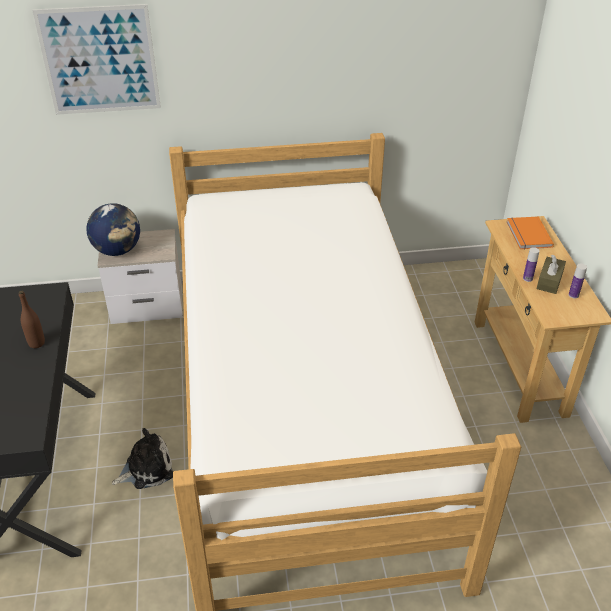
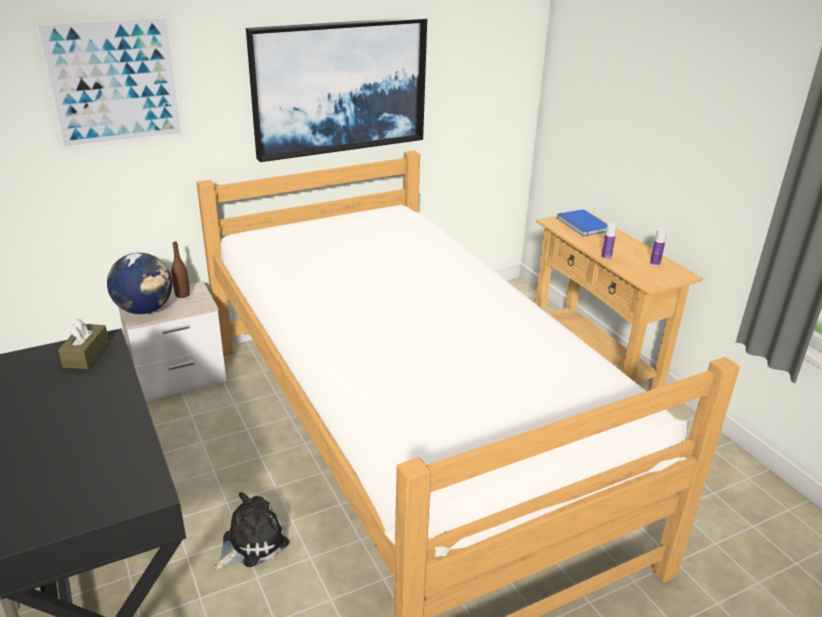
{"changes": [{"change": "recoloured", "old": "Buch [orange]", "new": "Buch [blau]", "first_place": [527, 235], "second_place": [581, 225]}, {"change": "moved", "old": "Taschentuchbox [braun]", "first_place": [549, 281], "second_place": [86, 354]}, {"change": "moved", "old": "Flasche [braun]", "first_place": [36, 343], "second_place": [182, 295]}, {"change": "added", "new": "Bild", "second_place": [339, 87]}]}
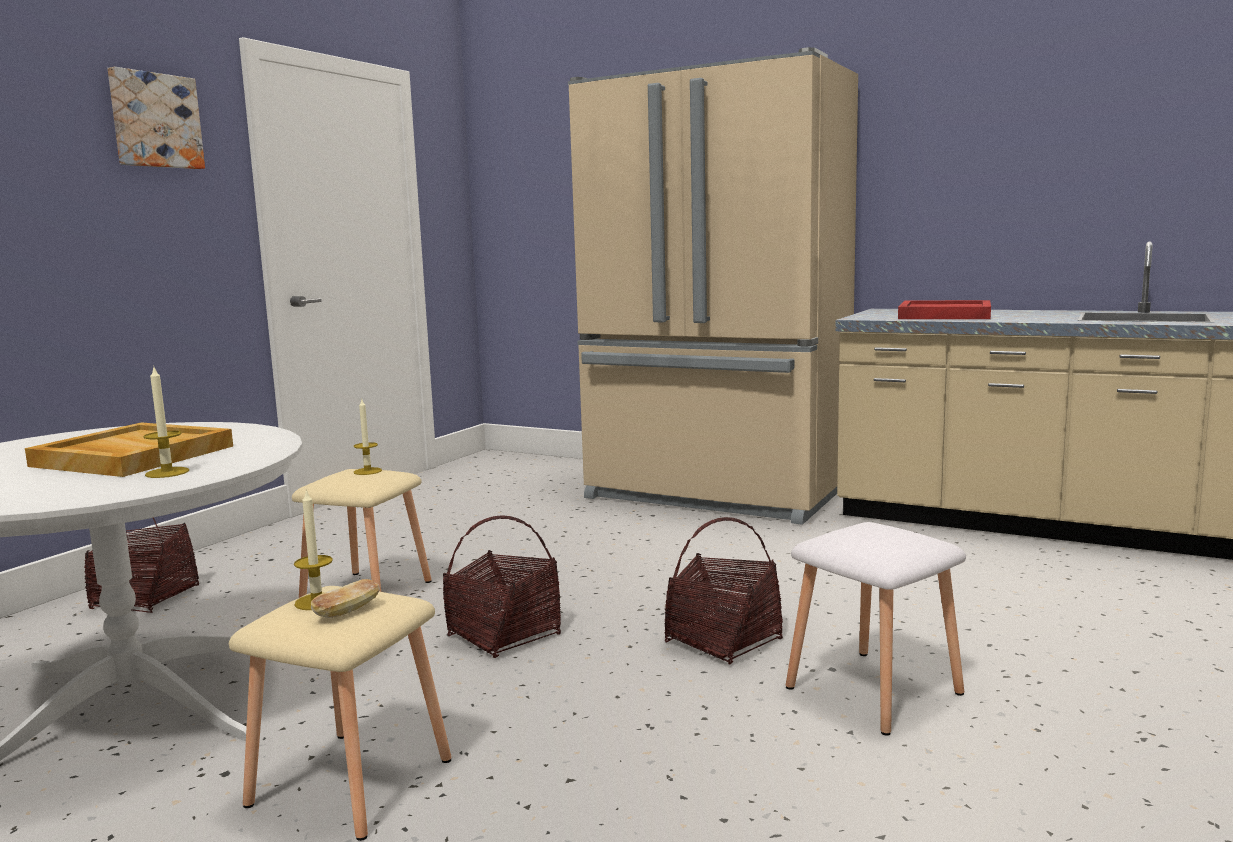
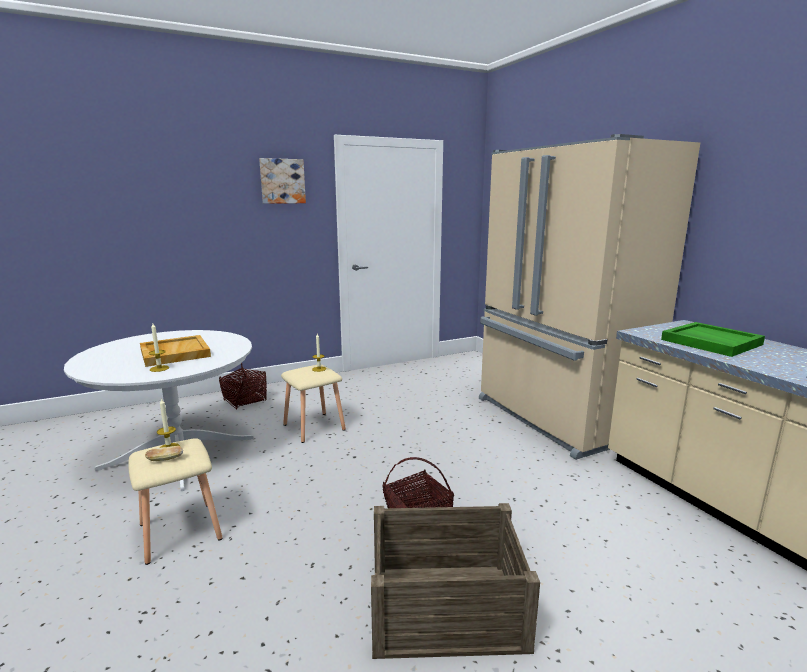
{"changes": [{"change": "recoloured", "old": "Tablett [rot]", "new": "Tablett [grün]", "first_place": [943, 315], "second_place": [710, 342]}, {"change": "removed", "old": "Korb", "first_place": [505, 636]}, {"change": "replaced", "old": "Hocker [weiß]", "new": "Kiste", "first_place": [876, 691], "second_place": [447, 607]}]}
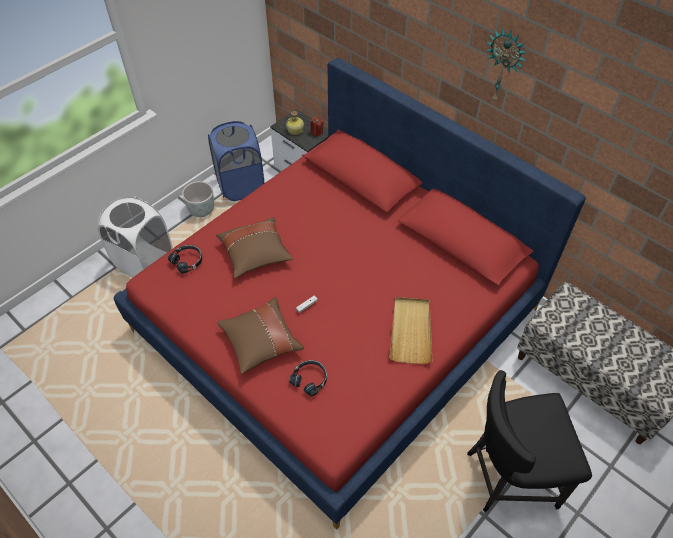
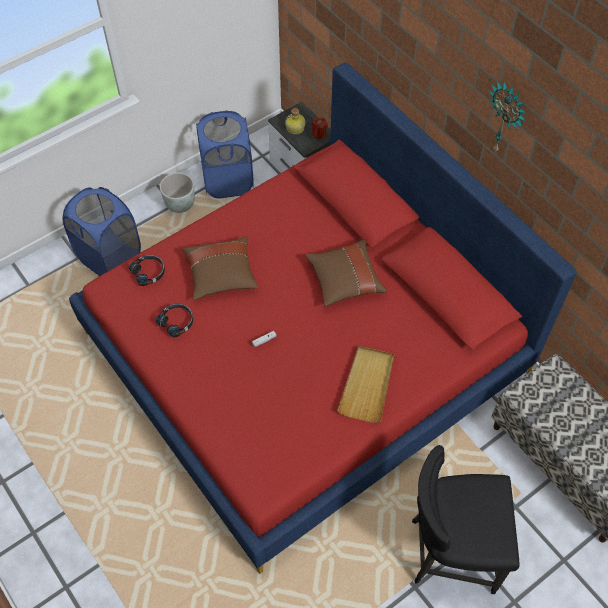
{"changes": [{"change": "recoloured", "old": "Wäschekorb [weiß]", "new": "Wäschekorb [blau]", "first_place": [145, 263], "second_place": [110, 257]}, {"change": "moved", "old": "Kissen [braun]", "first_place": [261, 342], "second_place": [345, 280]}, {"change": "moved", "old": "Kopfhörer [schwarz]", "first_place": [310, 379], "second_place": [177, 321]}]}
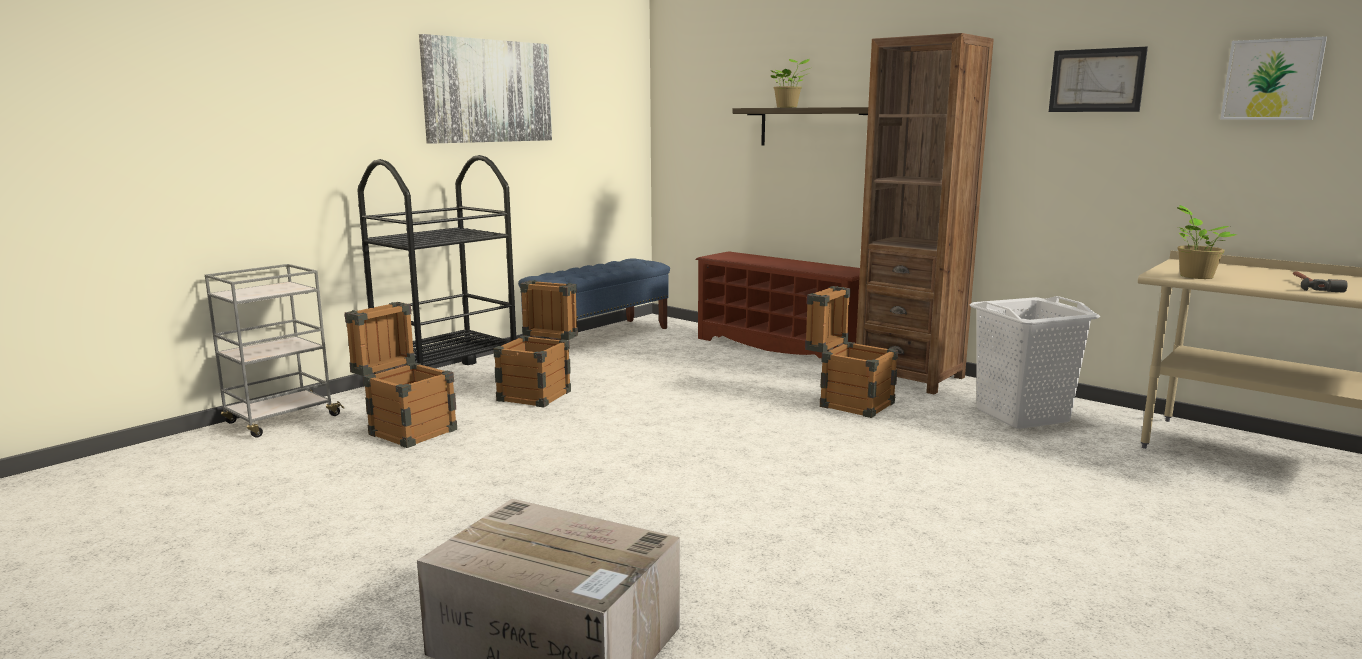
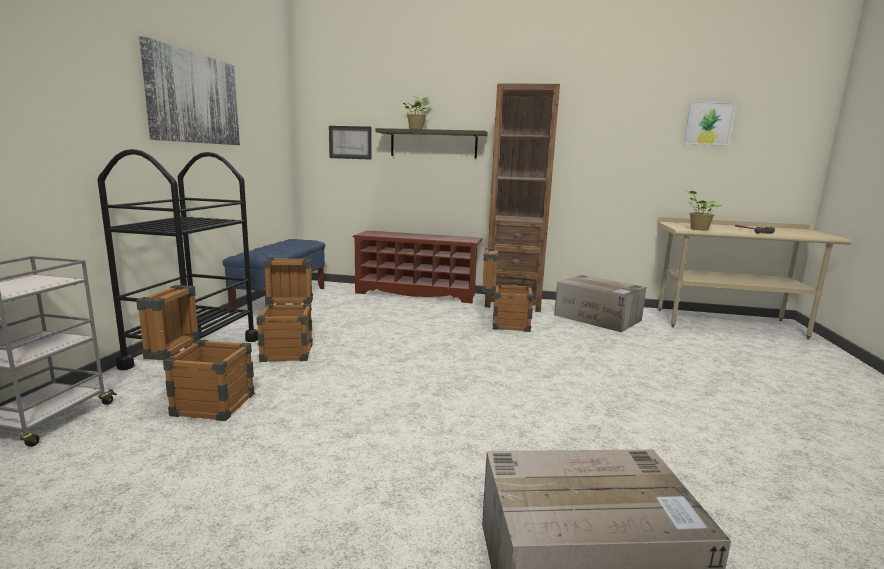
{"changes": [{"change": "moved", "old": "Bild", "first_place": [1096, 80], "second_place": [350, 142]}, {"change": "replaced", "old": "Wäschekorb [weiß]", "new": "Karton", "first_place": [1022, 416], "second_place": [598, 318]}]}
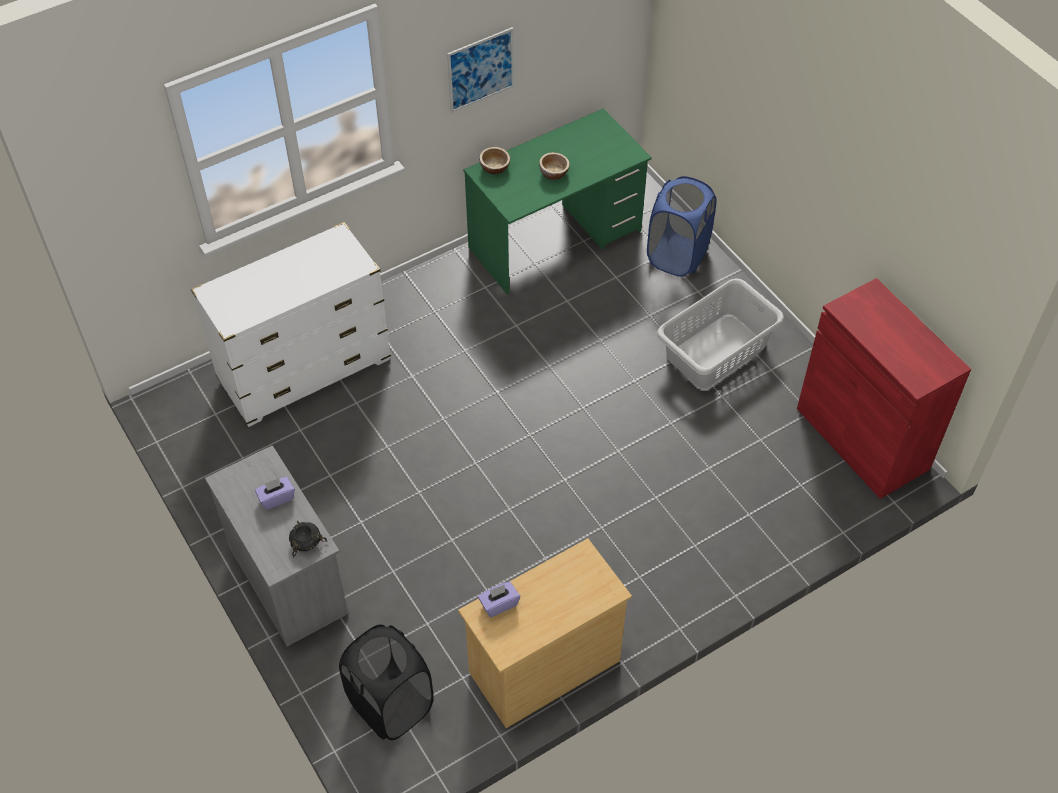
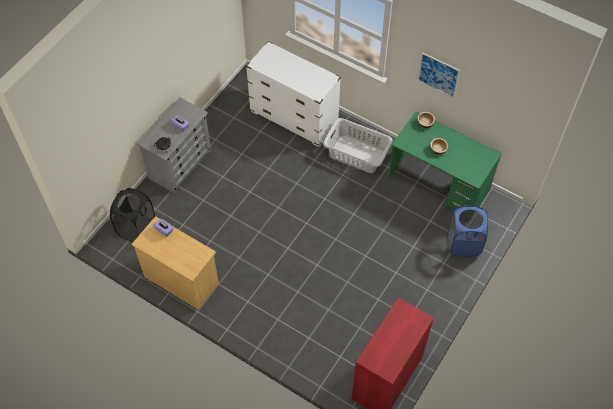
{"changes": [{"change": "moved", "old": "Wäschekorb [grau]", "first_place": [717, 351], "second_place": [357, 155]}]}
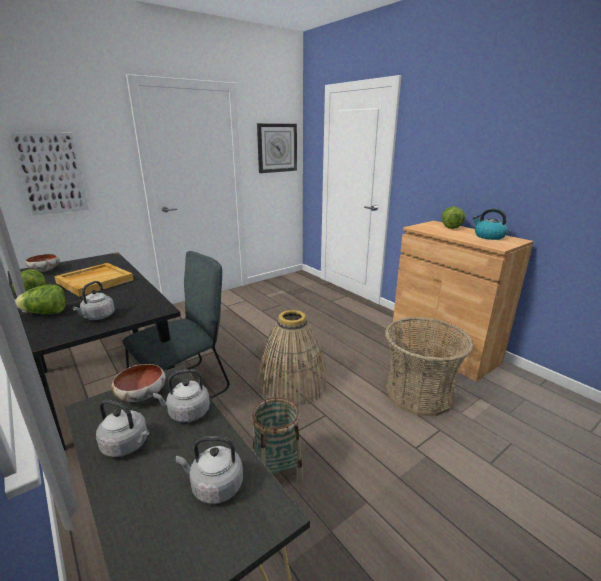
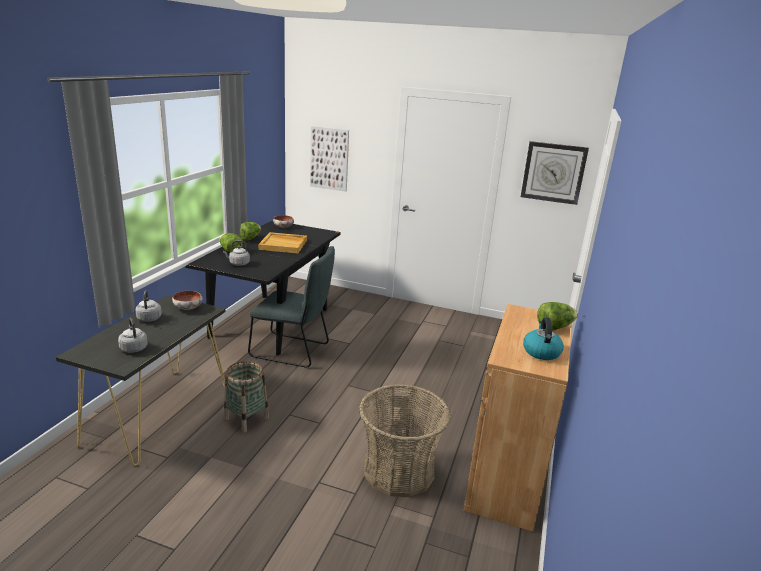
{"changes": [{"change": "removed", "old": "Korb", "first_place": [292, 382]}, {"change": "removed", "old": "Wasserkessel [grau]", "first_place": [187, 413]}]}
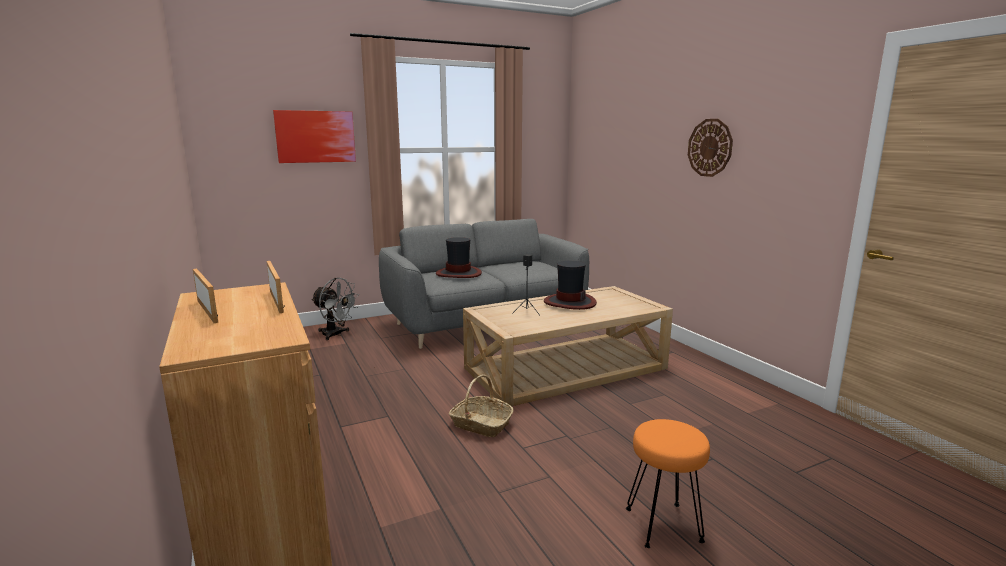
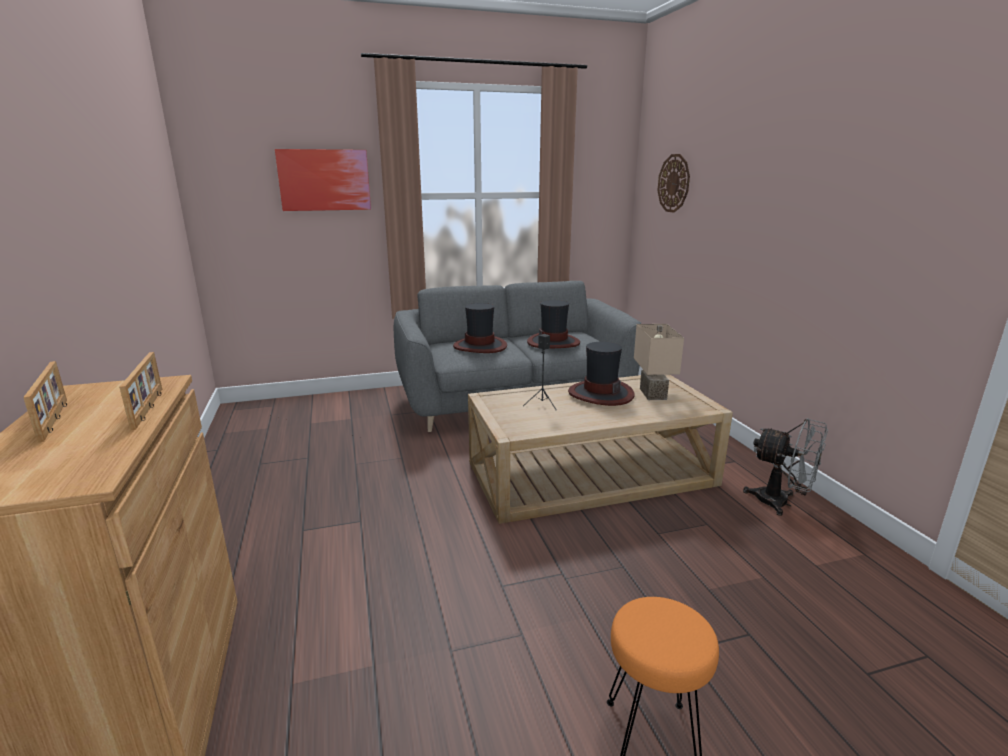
{"changes": [{"change": "moved", "old": "Wanduhr", "first_place": [710, 147], "second_place": [674, 183]}, {"change": "moved", "old": "Ventilator [grau]", "first_place": [336, 334], "second_place": [781, 503]}, {"change": "removed", "old": "Korb", "first_place": [481, 424]}, {"change": "added", "new": "Hut", "second_place": [553, 342]}, {"change": "added", "new": "Tischlampe [beige]", "second_place": [651, 394]}]}
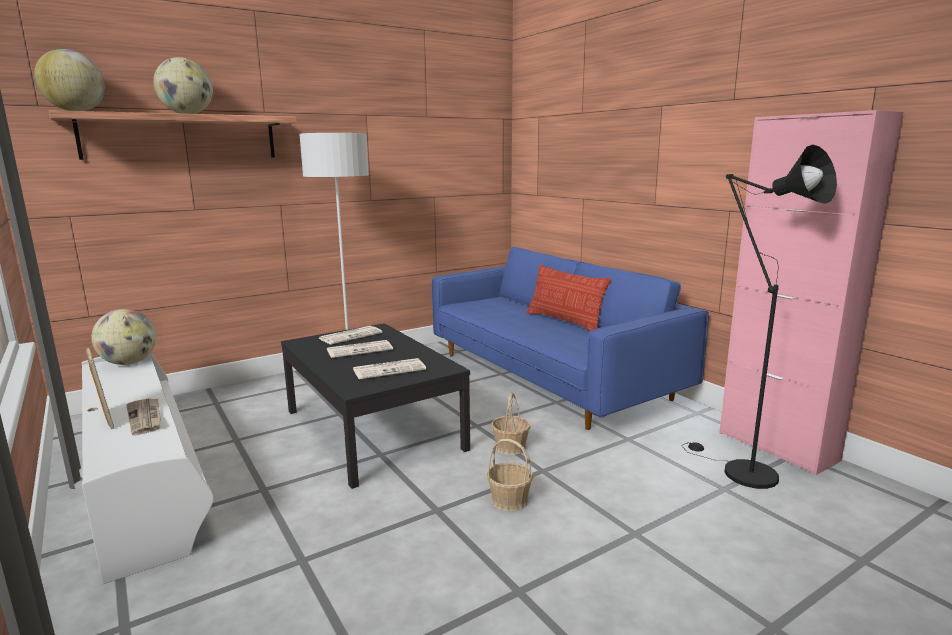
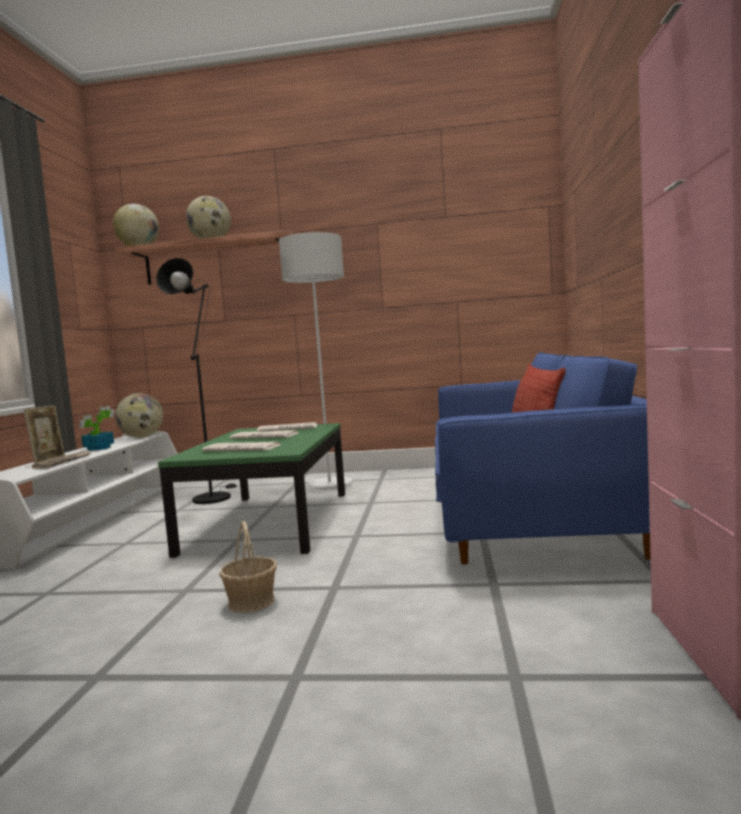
{"changes": [{"change": "moved", "old": "Stehlampe [schwarz]", "first_place": [740, 471], "second_place": [213, 497]}, {"change": "recoloured", "old": "Couchtisch [schwarz]", "new": "Couchtisch [grün]", "first_place": [373, 429], "second_place": [271, 521]}, {"change": "removed", "old": "Korb", "first_place": [510, 447]}, {"change": "added", "new": "Topfpflanze", "second_place": [98, 448]}]}
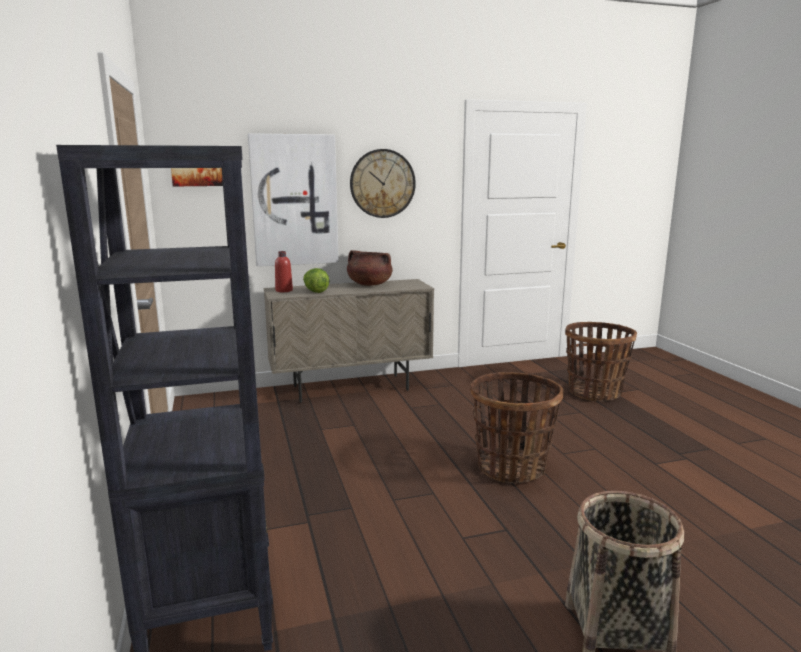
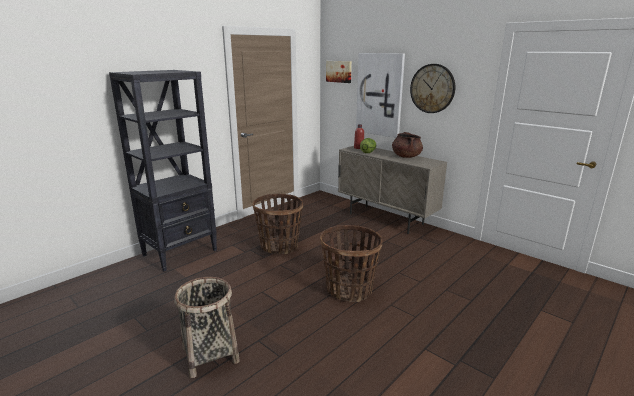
{"changes": [{"change": "moved", "old": "Korb", "first_place": [594, 392], "second_place": [279, 246]}]}
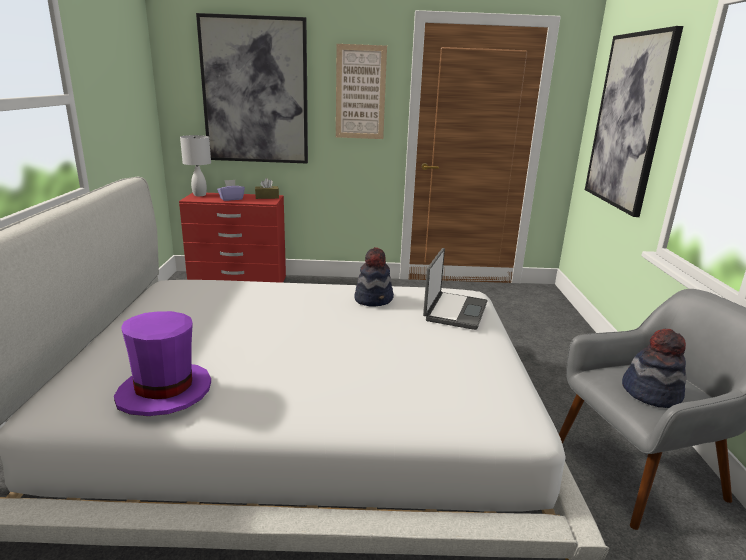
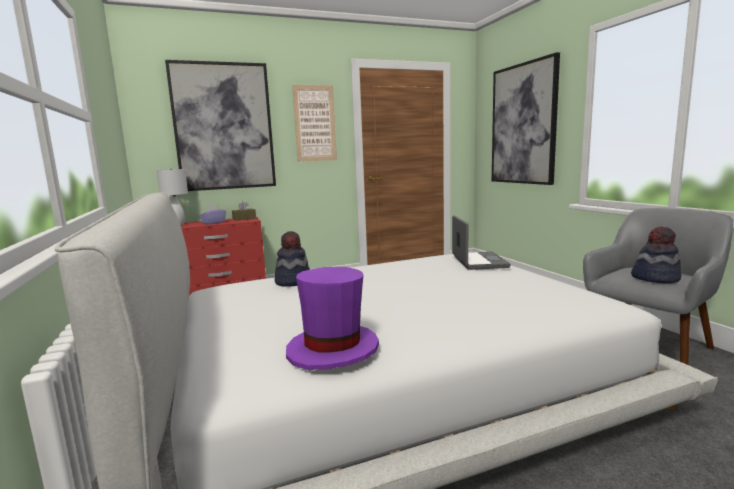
{"changes": [{"change": "moved", "old": "Hut", "first_place": [374, 299], "second_place": [294, 281]}]}
